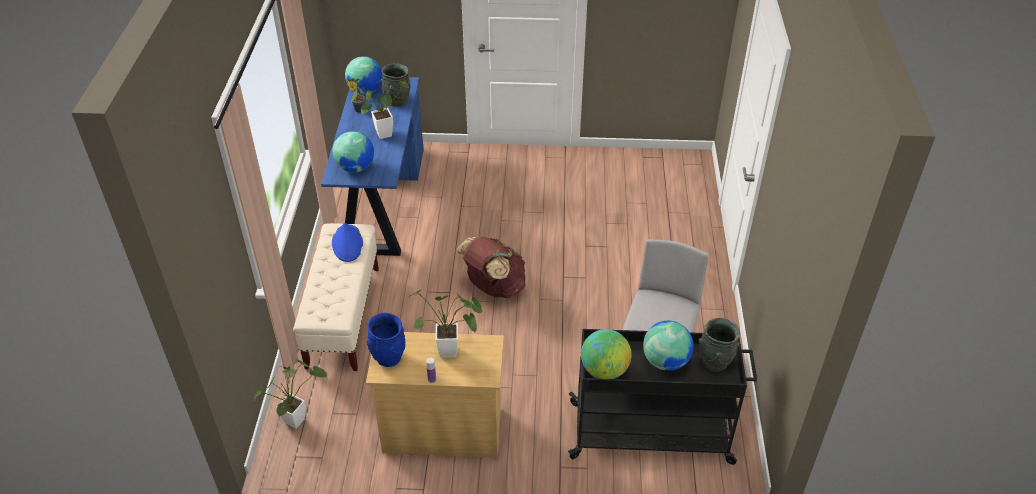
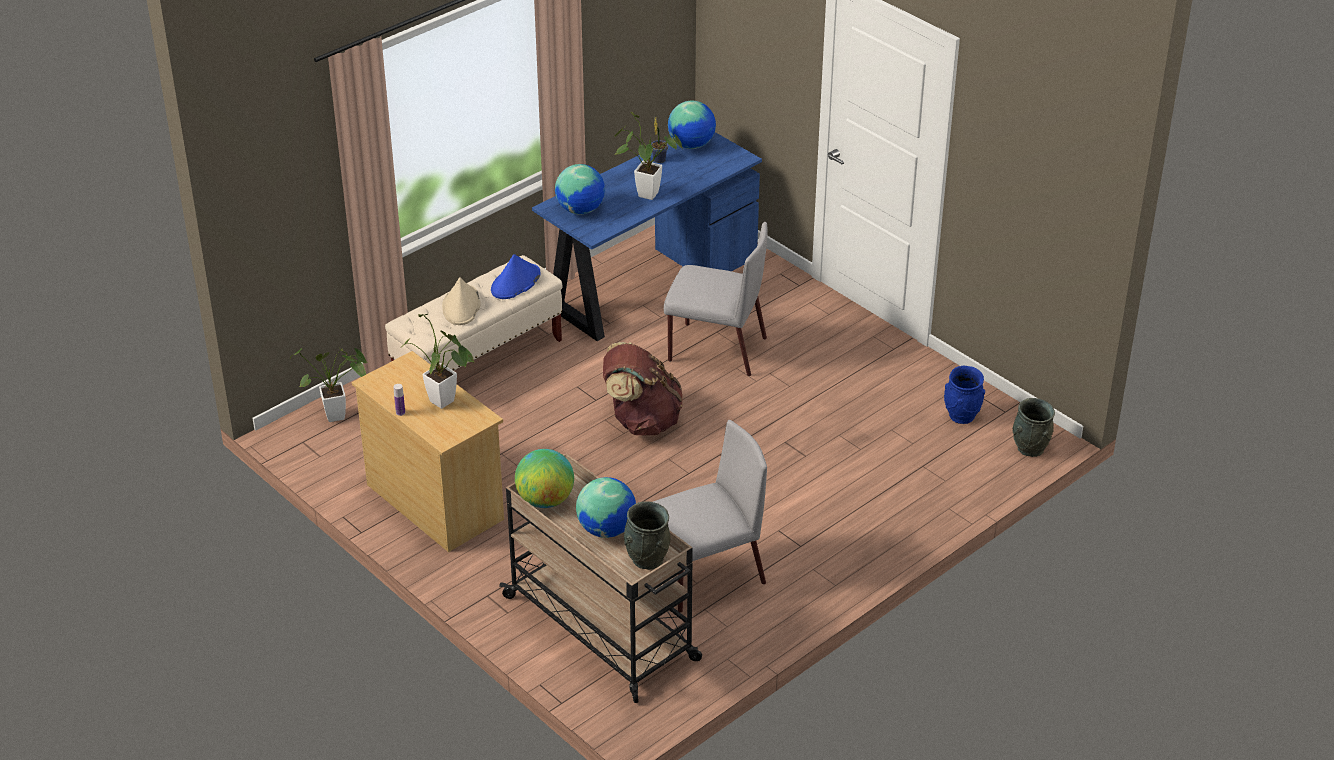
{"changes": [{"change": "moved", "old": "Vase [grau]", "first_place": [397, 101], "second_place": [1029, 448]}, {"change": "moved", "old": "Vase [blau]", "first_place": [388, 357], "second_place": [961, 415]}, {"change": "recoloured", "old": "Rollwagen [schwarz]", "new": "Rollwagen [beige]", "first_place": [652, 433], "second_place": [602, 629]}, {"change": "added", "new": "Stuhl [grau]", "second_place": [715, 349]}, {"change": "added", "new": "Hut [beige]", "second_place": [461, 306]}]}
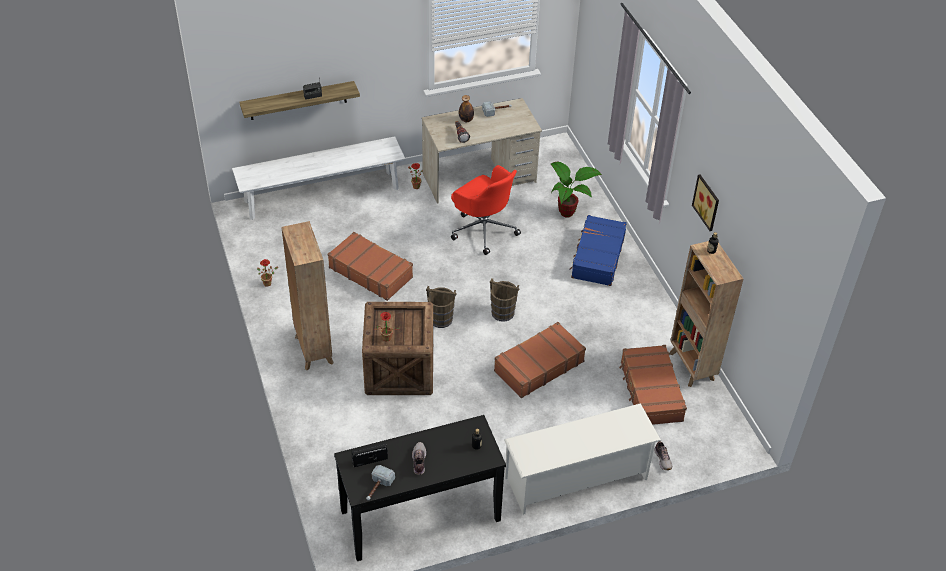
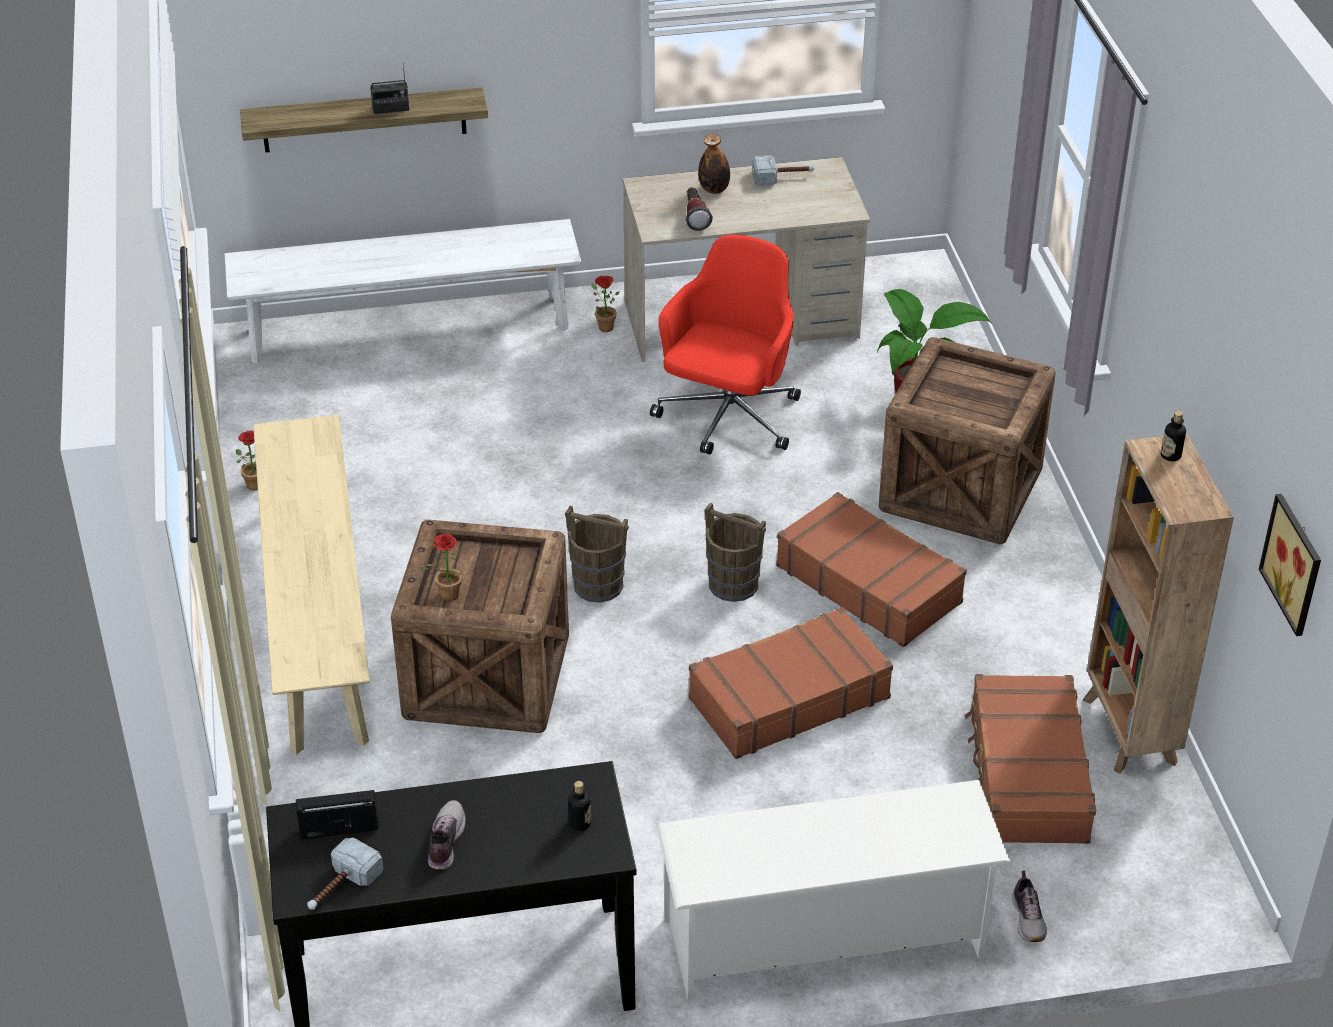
{"changes": [{"change": "turned", "old": "Bürostuhl [rot]", "first_place": [483, 229], "second_place": [728, 418], "degrees": -120}, {"change": "moved", "old": "Bild", "first_place": [707, 202], "second_place": [1296, 563]}, {"change": "replaced", "old": "Koffer [blau]", "new": "Kiste", "first_place": [597, 257], "second_place": [962, 492]}, {"change": "replaced", "old": "Bücherregal [braun]", "new": "Bank [beige]", "first_place": [314, 349], "second_place": [317, 619]}, {"change": "moved", "old": "Koffer [braun]", "first_place": [371, 272], "second_place": [869, 583]}]}
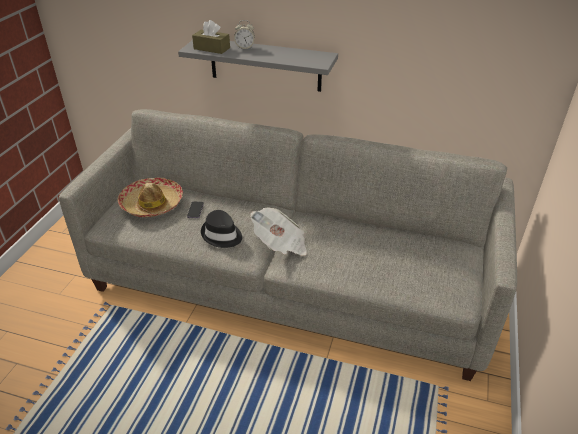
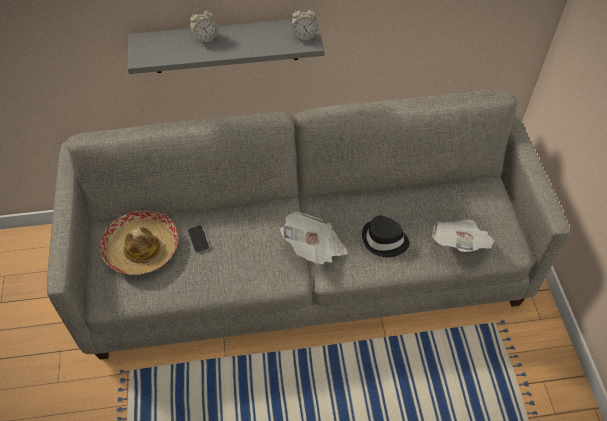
{"changes": [{"change": "removed", "old": "Taschentuchbox [braun]", "first_place": [211, 48]}, {"change": "moved", "old": "Hut [schwarz]", "first_place": [221, 235], "second_place": [384, 240]}, {"change": "added", "new": "Wecker", "second_place": [304, 36]}, {"change": "added", "new": "Zeitung", "second_place": [459, 243]}]}
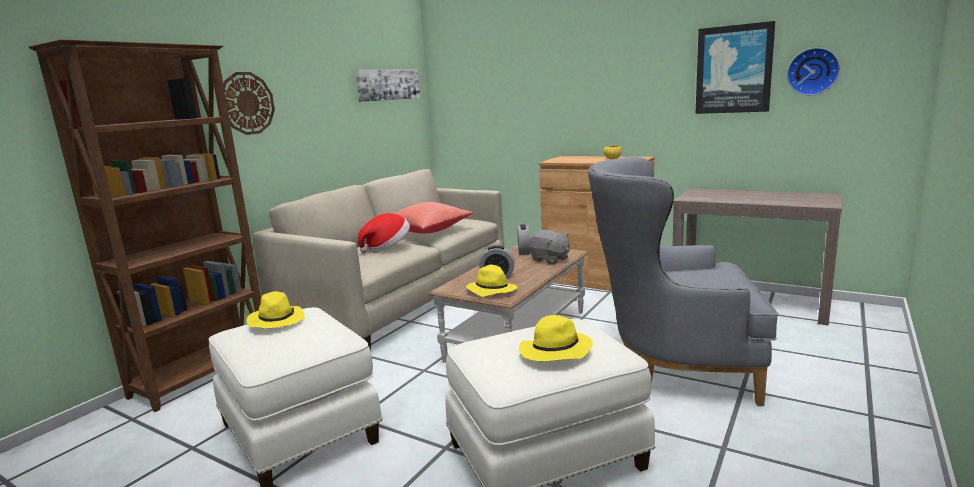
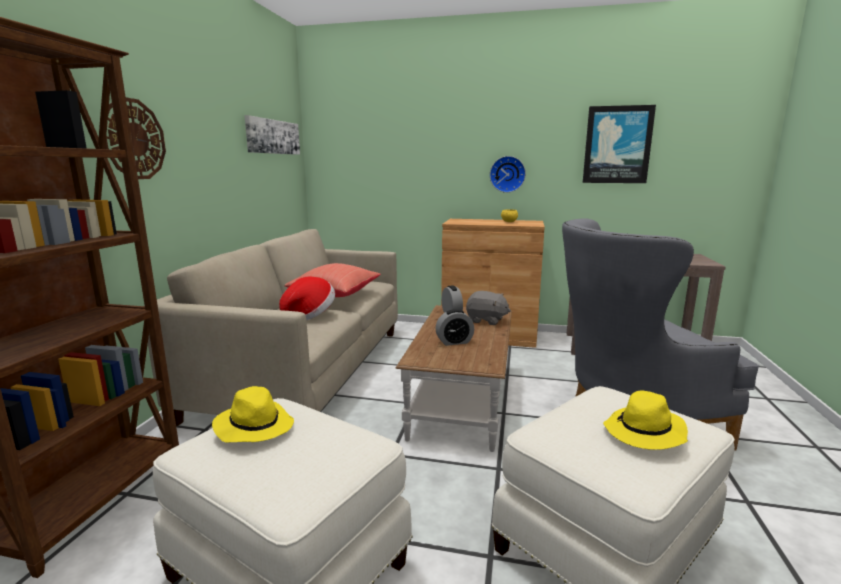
{"changes": [{"change": "moved", "old": "Wanduhr", "first_place": [813, 71], "second_place": [507, 174]}, {"change": "removed", "old": "Hut [gelb]", "first_place": [491, 290]}]}
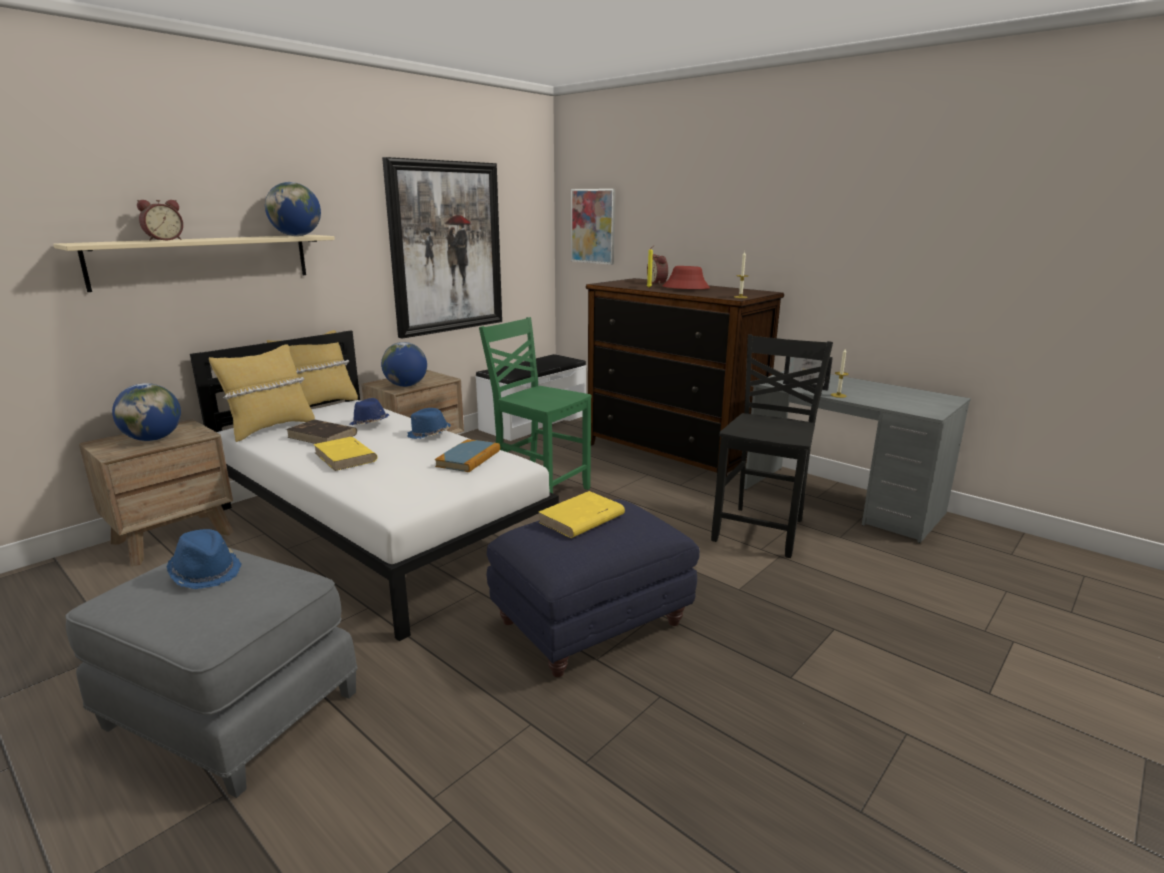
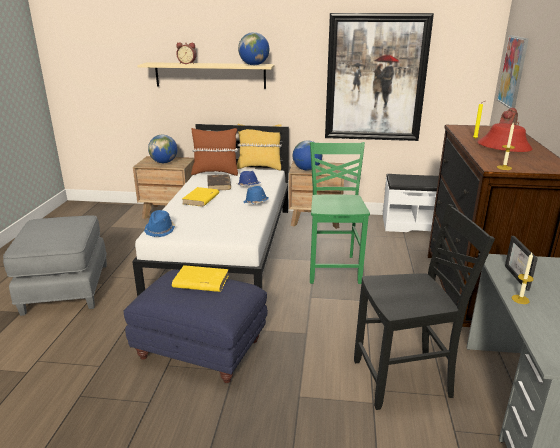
{"changes": [{"change": "recoloured", "old": "Kissen [gelb]", "new": "Kissen [braun]", "first_place": [270, 428], "second_place": [215, 173]}, {"change": "removed", "old": "Buch", "first_place": [468, 458]}, {"change": "moved", "old": "Hut [blau]", "first_place": [206, 572], "second_place": [160, 230]}]}
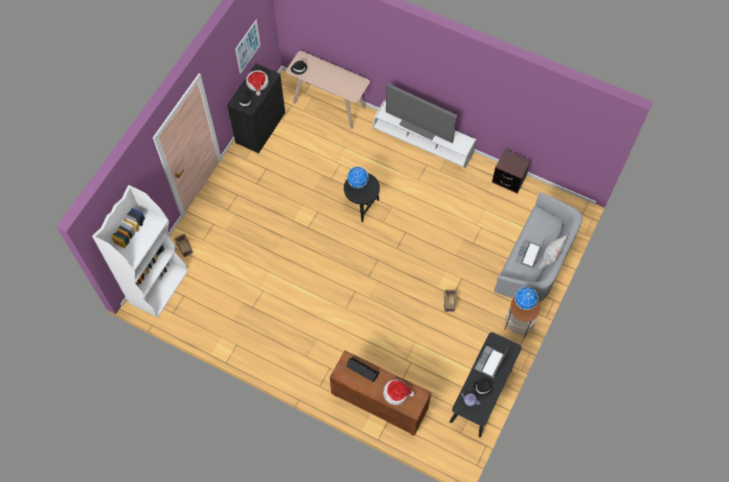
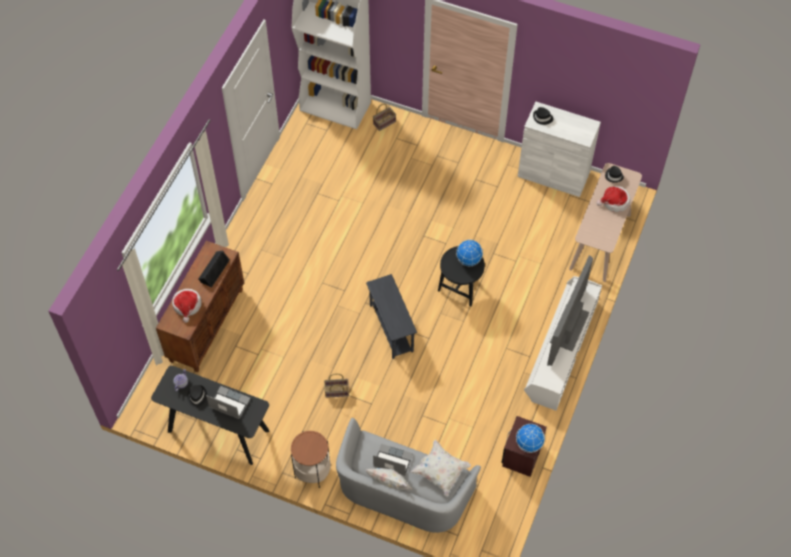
{"changes": [{"change": "removed", "old": "Bild", "first_place": [247, 46]}, {"change": "recoloured", "old": "Schrank [schwarz]", "new": "Schrank [weiß]", "first_place": [260, 127], "second_place": [553, 174]}, {"change": "moved", "old": "Hut", "first_place": [257, 83], "second_place": [614, 202]}, {"change": "moved", "old": "Globus", "first_place": [525, 302], "second_place": [529, 444]}, {"change": "added", "new": "Beistelltisch [grau]", "second_place": [391, 328]}, {"change": "added", "new": "Kissen [weiß]", "second_place": [440, 472]}]}
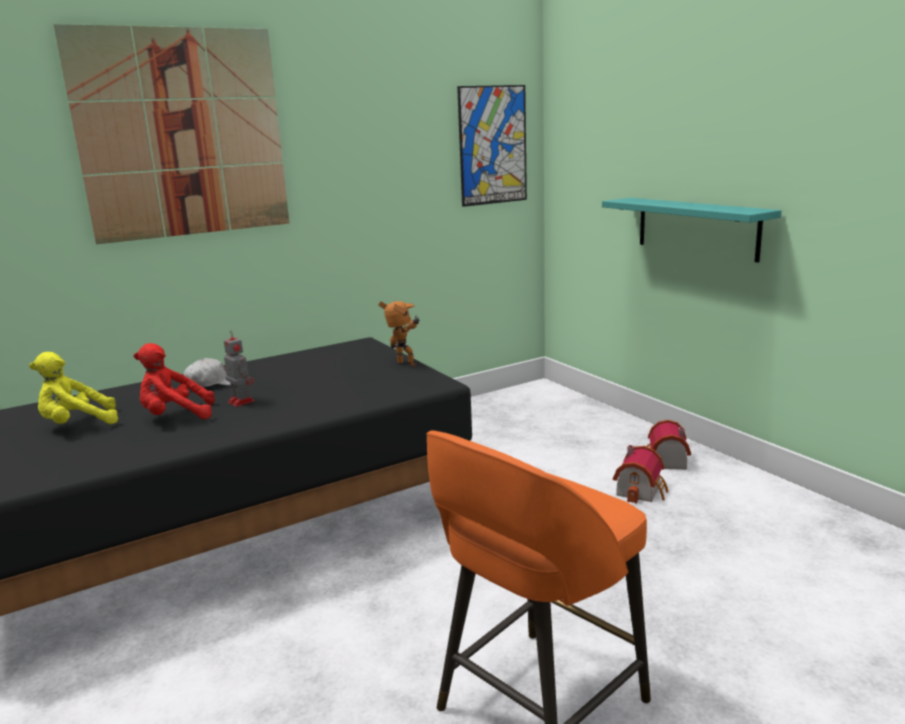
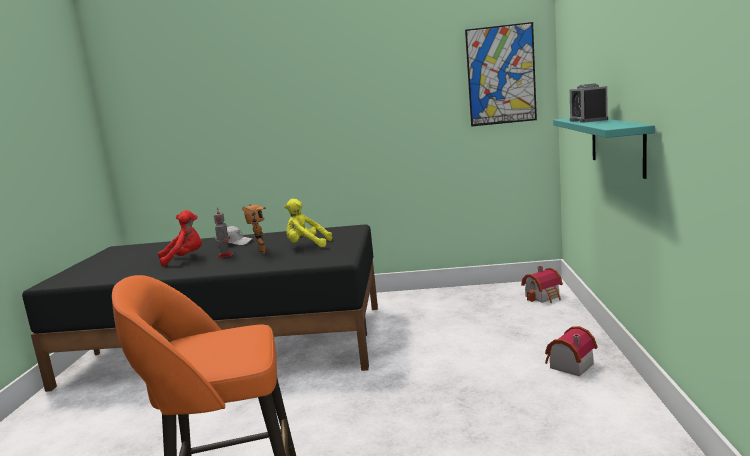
{"changes": [{"change": "removed", "old": "Bild", "first_place": [183, 134]}, {"change": "moved", "old": "Spielzeugroboter", "first_place": [404, 365], "second_place": [260, 253]}, {"change": "turned", "old": "Plüschtier [rot]", "first_place": [175, 416], "second_place": [184, 259], "degrees": 135}, {"change": "moved", "old": "Plüschtier [gelb]", "first_place": [77, 425], "second_place": [306, 246]}, {"change": "moved", "old": "Spielzeughaus", "first_place": [641, 491], "second_place": [544, 297]}, {"change": "added", "new": "Wecker", "second_place": [588, 120]}]}
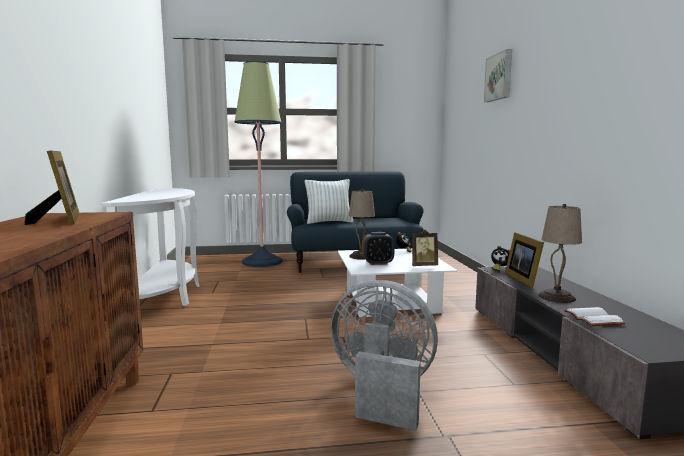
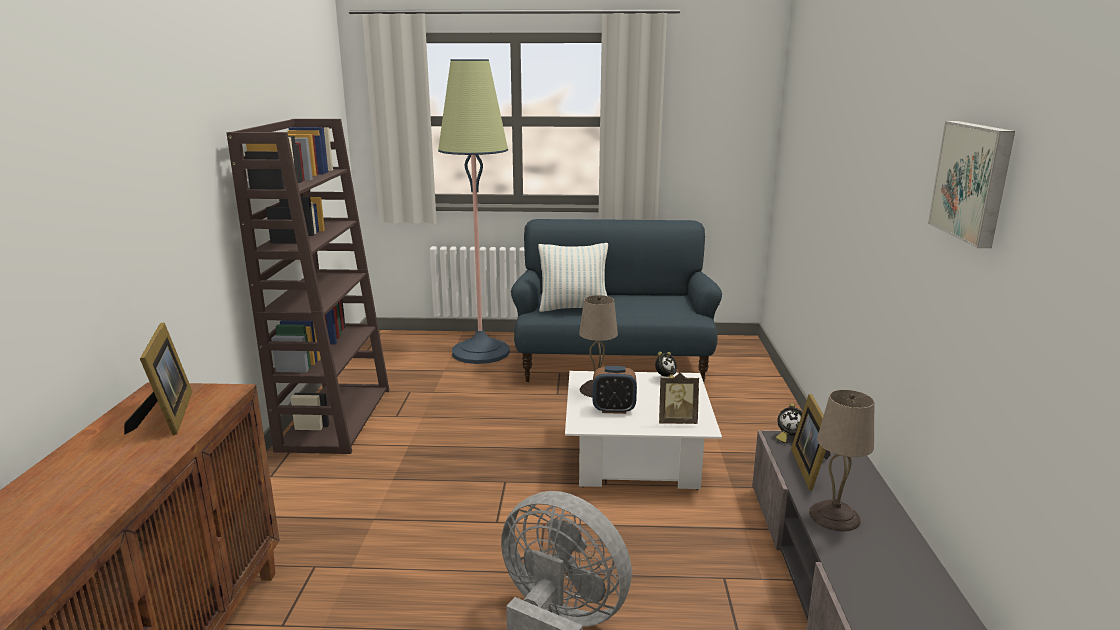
{"changes": [{"change": "moved", "old": "Bild", "first_place": [499, 77], "second_place": [974, 181]}, {"change": "replaced", "old": "Konsolentisch [weiß]", "new": "Bücherregal [braun]", "first_place": [166, 296], "second_place": [335, 418]}, {"change": "removed", "old": "Buch [weiß]", "first_place": [591, 318]}]}
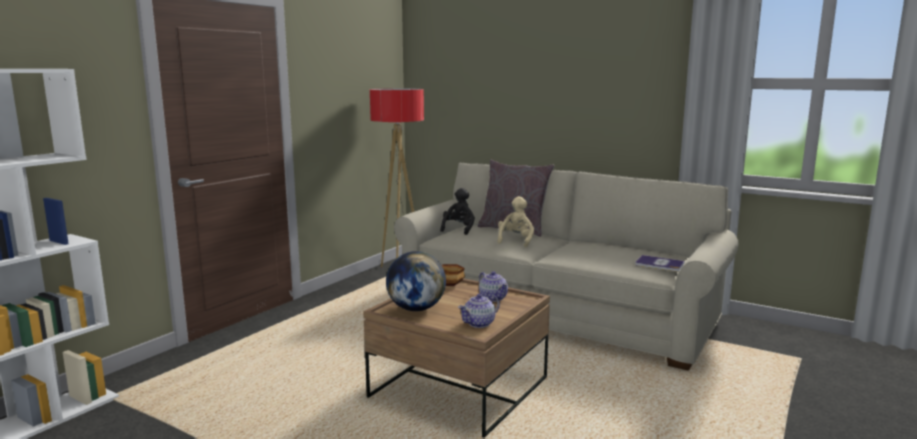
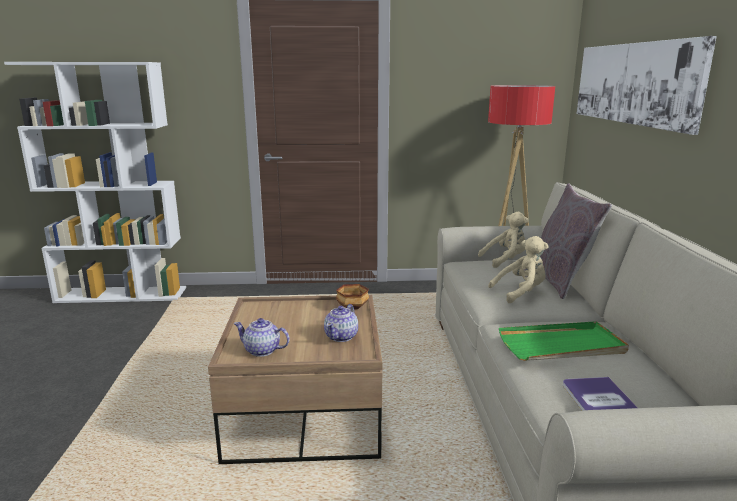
{"changes": [{"change": "recoloured", "old": "Plüschtier [schwarz]", "new": "Plüschtier [beige]", "first_place": [458, 229], "second_place": [505, 260]}, {"change": "removed", "old": "Globus", "first_place": [416, 309]}, {"change": "added", "new": "Bild", "second_place": [633, 83]}, {"change": "added", "new": "Tablett [grün]", "second_place": [562, 346]}]}
